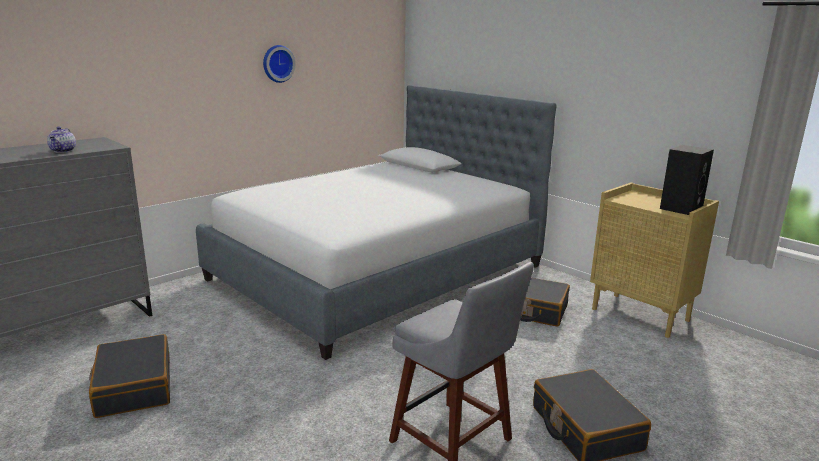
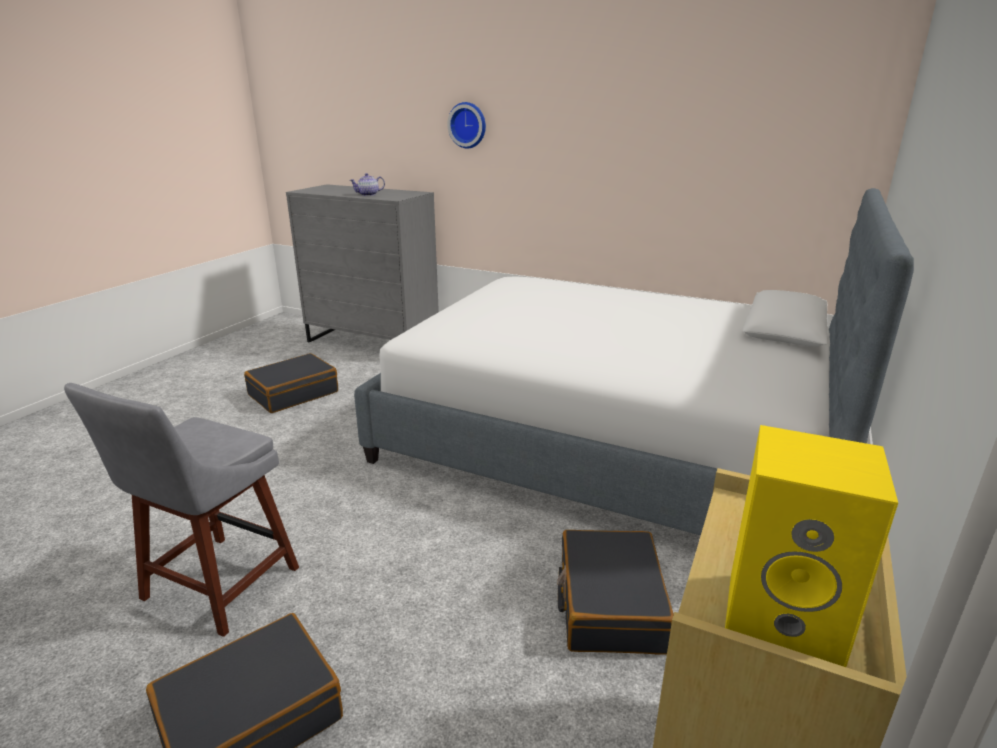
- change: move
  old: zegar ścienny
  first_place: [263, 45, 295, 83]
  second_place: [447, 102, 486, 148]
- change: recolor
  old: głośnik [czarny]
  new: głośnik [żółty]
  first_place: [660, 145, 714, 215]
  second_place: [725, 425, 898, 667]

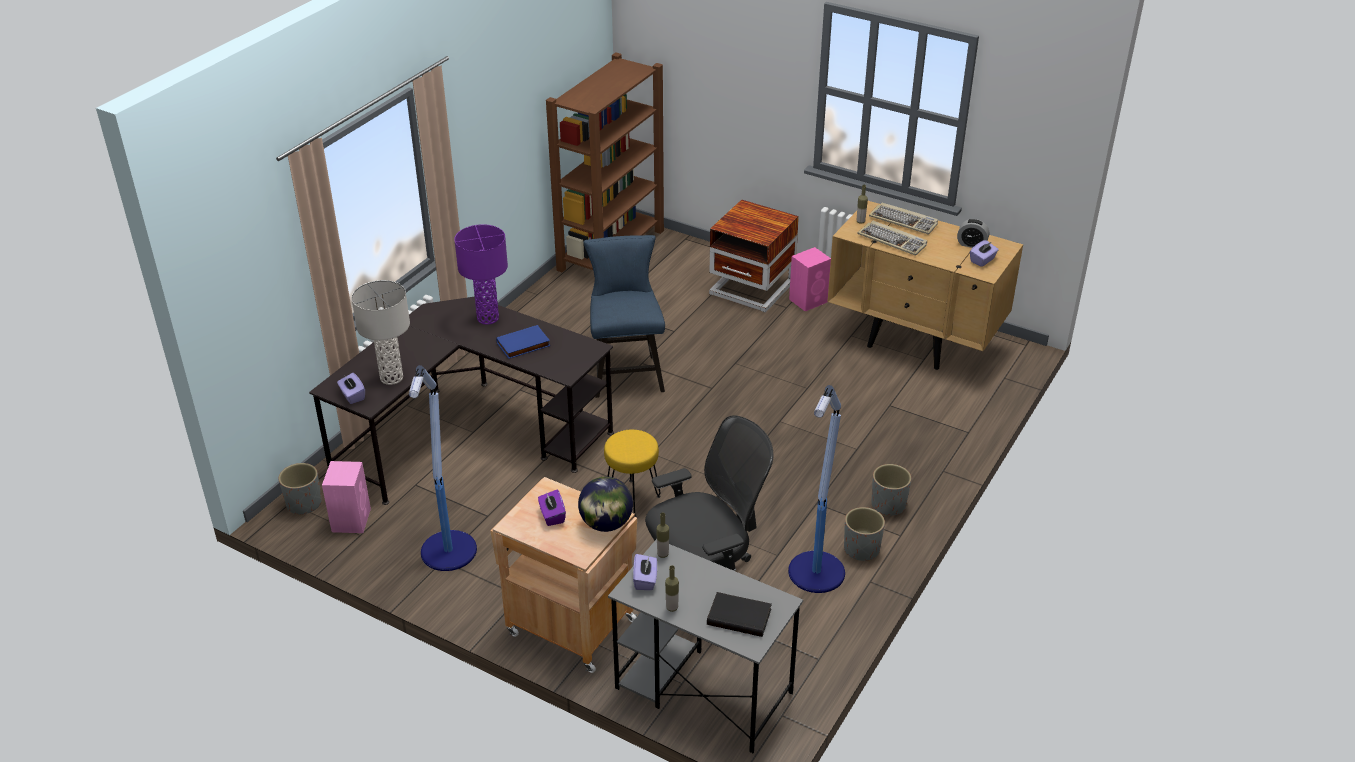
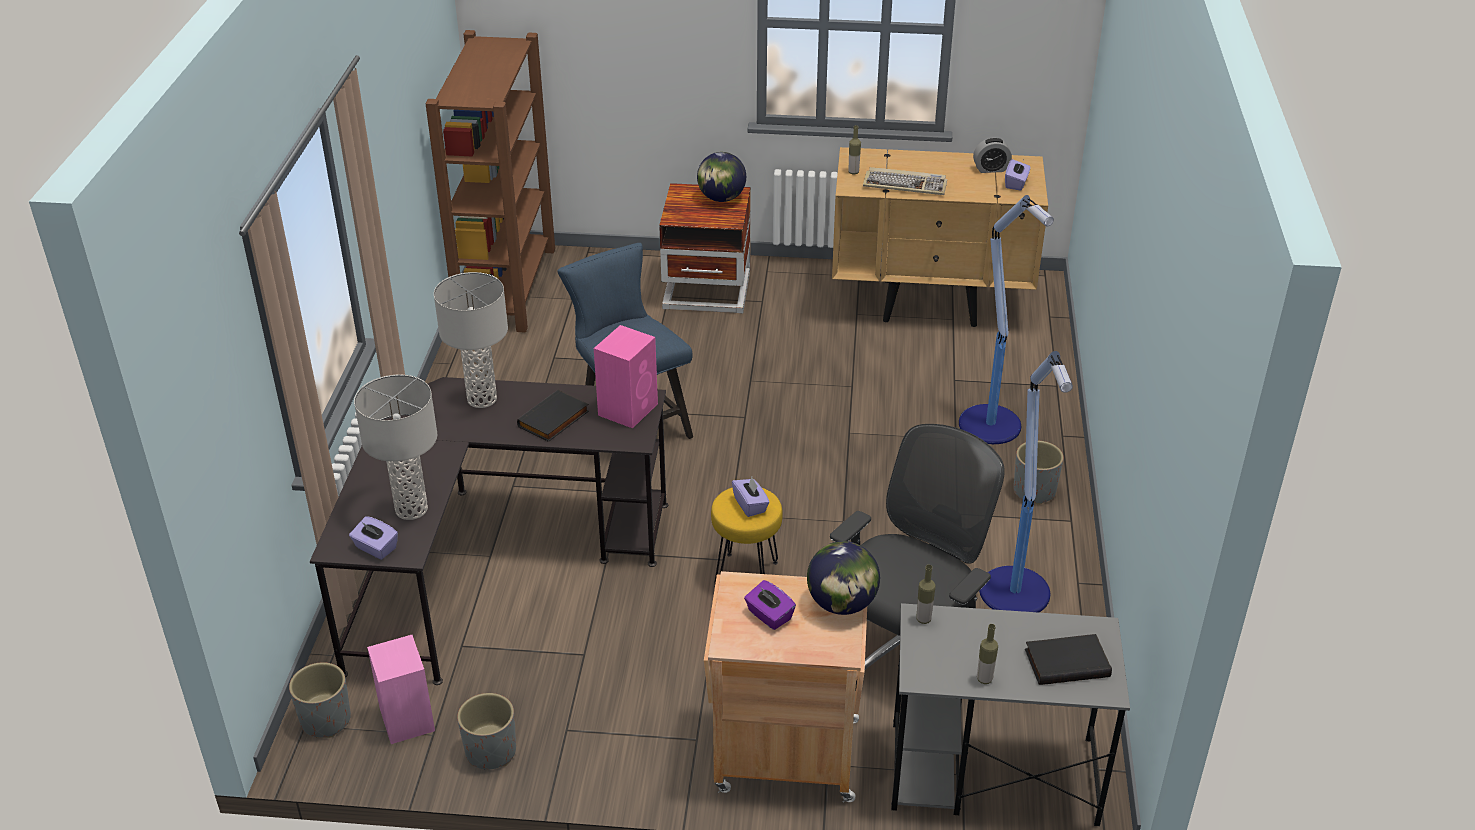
- change: recolor
  old: lampa stołowa [fioletowy]
  new: lampa stołowa [biały]
  first_place: [454, 224, 508, 324]
  second_place: [434, 272, 508, 408]
- change: move
  old: donica [szary]
  first_place: [844, 507, 885, 562]
  second_place: [457, 693, 516, 770]
- change: recolor
  old: książka [niebieski]
  new: książka [czarny]
  first_place: [496, 325, 550, 359]
  second_place: [517, 389, 589, 442]
- change: move
  old: głośnik [różowy]
  first_place: [789, 247, 831, 312]
  second_place: [594, 325, 658, 429]
- change: insert
  new: globus
  second_place: [697, 152, 746, 202]
- change: move
  old: pudełko chusteczek [fioletowy]
  first_place: [633, 554, 657, 590]
  second_place: [732, 477, 770, 517]
- change: move
  old: lampa stojąca
  first_place: [409, 365, 477, 571]
  second_place: [959, 195, 1054, 444]
- change: delete
  old: klawiatura
  first_place: [869, 203, 938, 235]

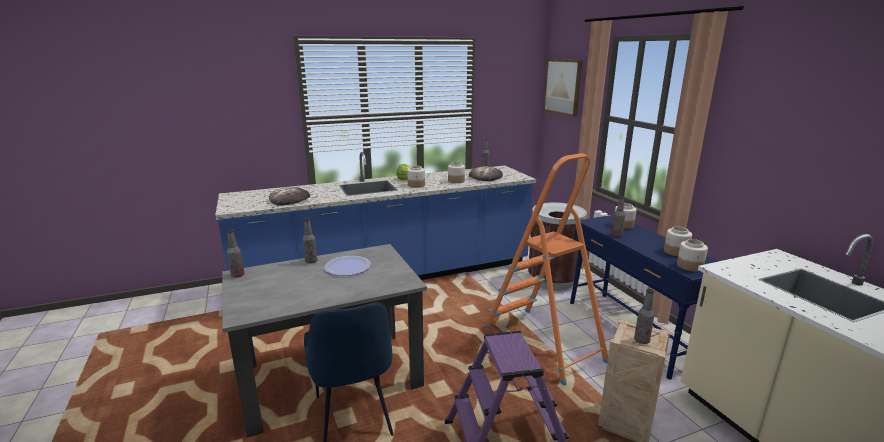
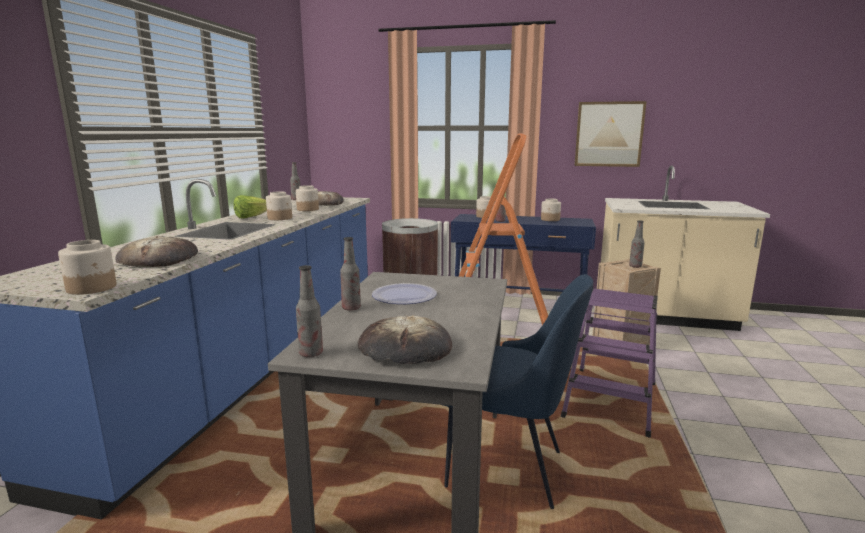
- change: move
  old: słoik
  first_place: [677, 239, 708, 272]
  second_place: [58, 240, 117, 295]
- change: insert
  new: chleb
  second_place: [358, 315, 452, 364]
- change: move
  old: obraz
  first_place: [544, 59, 583, 117]
  second_place: [574, 101, 647, 167]

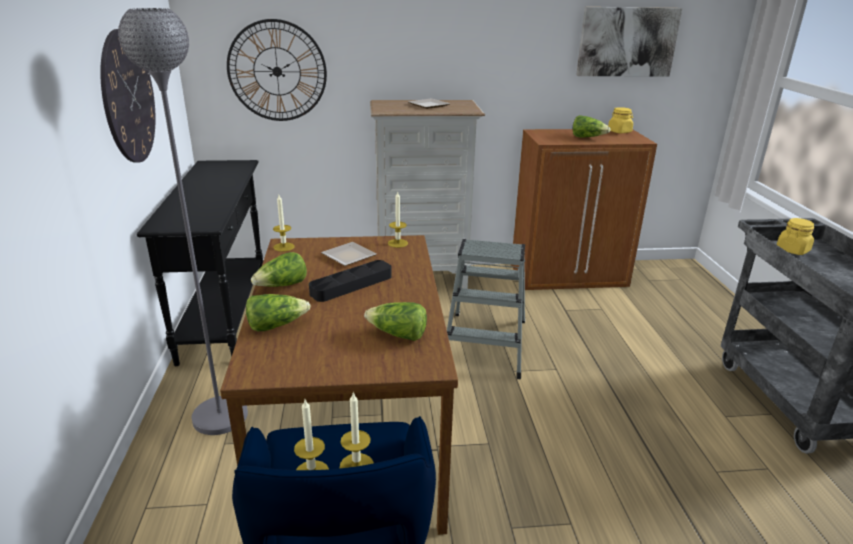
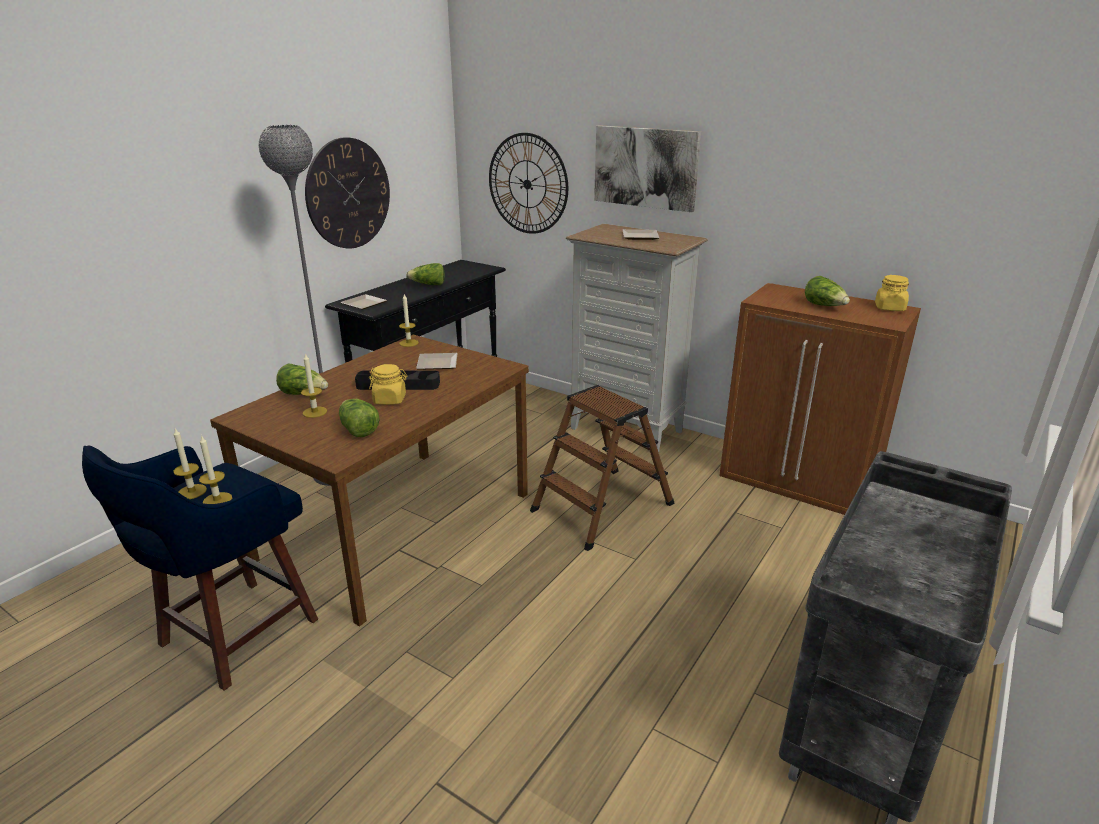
- change: move
  old: świeca
  first_place: [388, 192, 408, 248]
  second_place: [301, 353, 327, 418]
- change: insert
  new: talerz
  second_place: [340, 294, 387, 309]
- change: move
  old: słoik [żółty]
  first_place: [776, 218, 814, 255]
  second_place: [369, 364, 408, 405]
- change: move
  old: sałata
  first_place: [251, 252, 307, 287]
  second_place: [406, 263, 445, 285]
- change: recolor
  old: drabinka [szary]
  new: drabinka [brązowy]
  first_place: [447, 239, 525, 379]
  second_place: [530, 385, 674, 551]
- change: move
  old: obraz
  first_place: [576, 7, 682, 76]
  second_place: [594, 125, 701, 212]

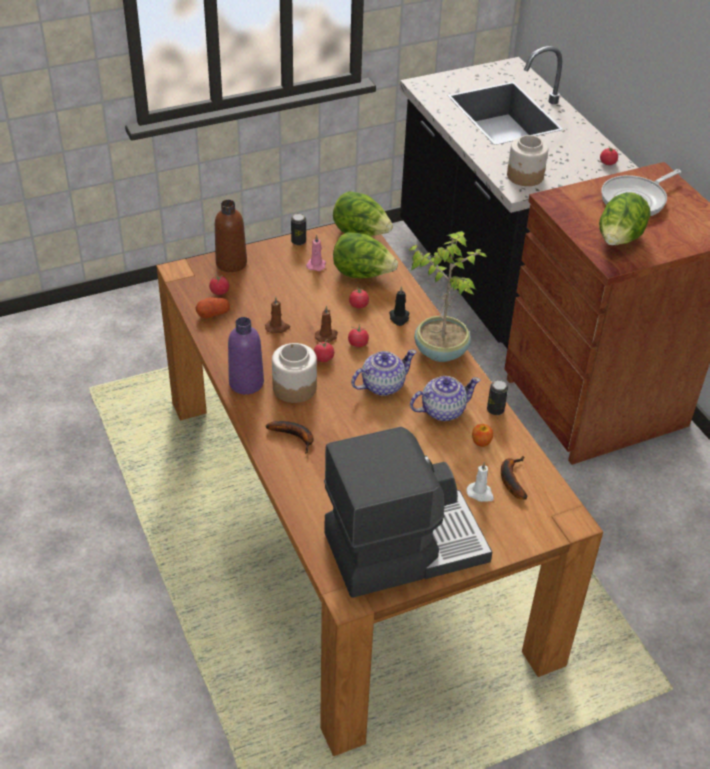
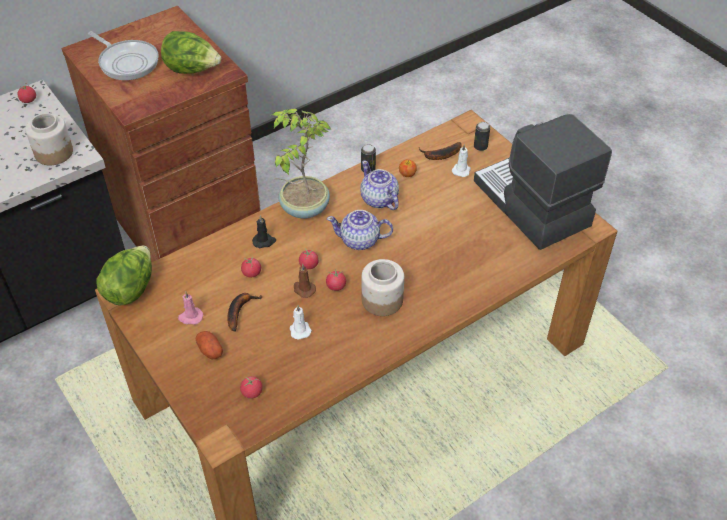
- change: move
  old: ziemniak
  first_place: [196, 297, 230, 319]
  second_place: [196, 331, 223, 360]
- change: move
  old: banan
  first_place: [265, 421, 314, 454]
  second_place: [227, 293, 262, 332]
- change: recolor
  old: świeca [brązowy]
  new: świeca [biały]
  first_place: [265, 297, 290, 333]
  second_place: [290, 305, 312, 340]
- change: rotate
  old: imbryk
  first_place: [351, 349, 416, 396]
  second_place: [327, 210, 393, 250]
  degrees: -45
- change: move
  old: puszka
  first_place: [291, 214, 306, 245]
  second_place: [474, 122, 490, 151]
- change: delete
  old: butelka [brązowy]
  first_place: [215, 200, 247, 272]
- change: delete
  old: butelka [fioletowy]
  first_place: [228, 317, 264, 394]
- change: delete
  old: sałata
  first_place: [333, 232, 398, 278]

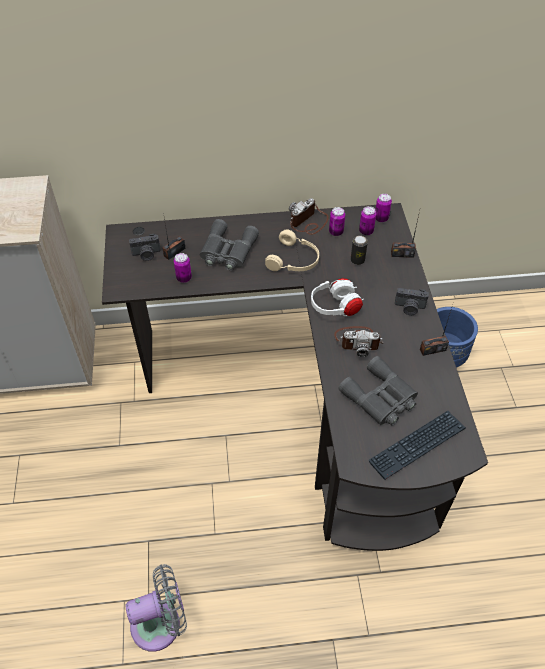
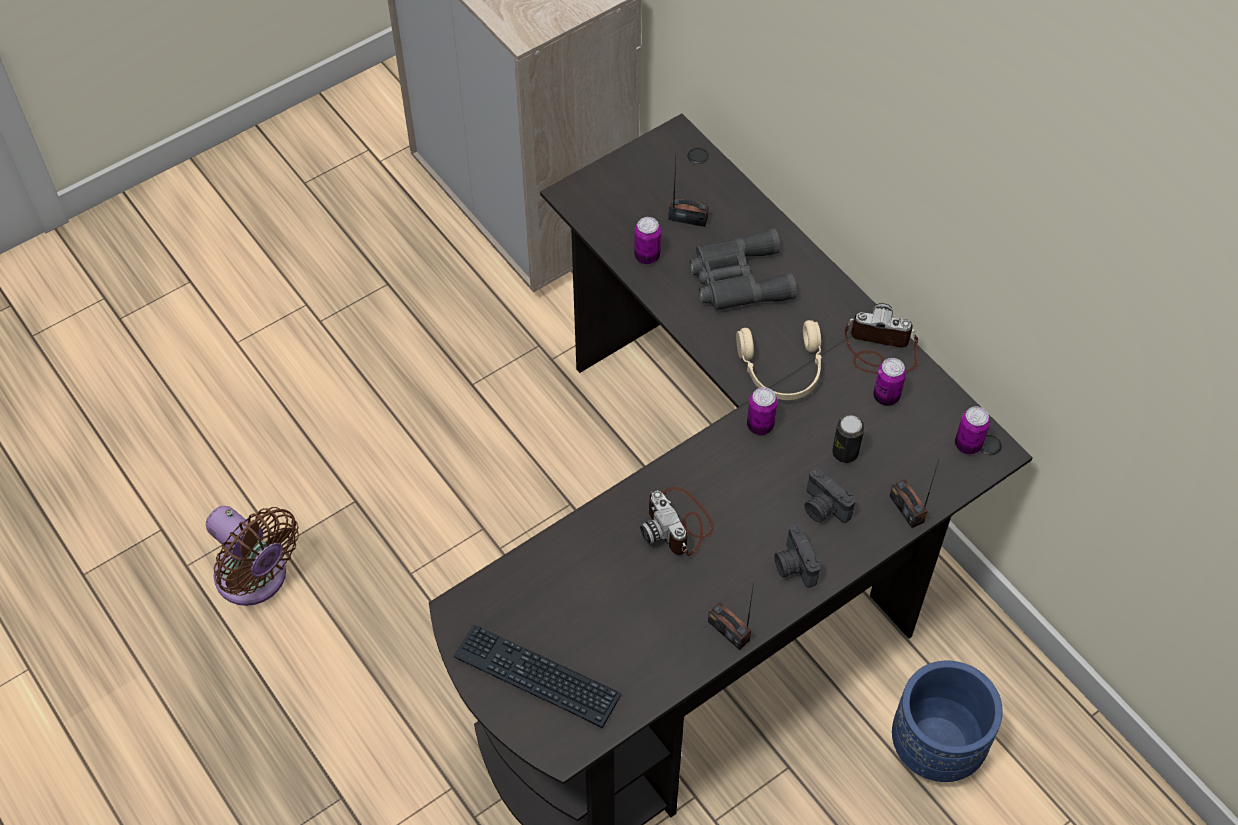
- change: recolor
  old: wentylator [szary]
  new: wentylator [brązowy]
  first_place: [125, 564, 187, 652]
  second_place: [206, 506, 299, 606]
- change: move
  old: puszka
  first_place: [359, 206, 376, 235]
  second_place: [747, 387, 778, 435]
- change: move
  old: aparat fotograficzny
  first_place: [129, 234, 161, 261]
  second_place: [804, 468, 855, 523]
- change: delete
  old: słuchawki [biały]
  first_place: [311, 278, 364, 316]
- change: delete
  old: lornetka [szary]
  first_place: [338, 356, 418, 425]

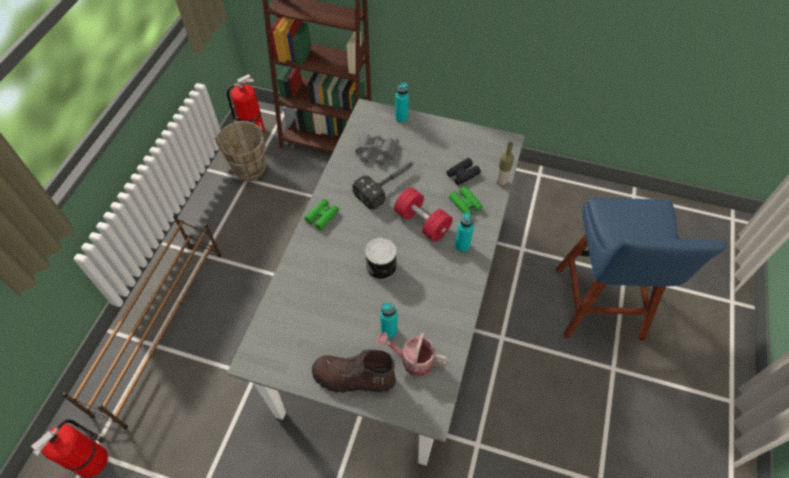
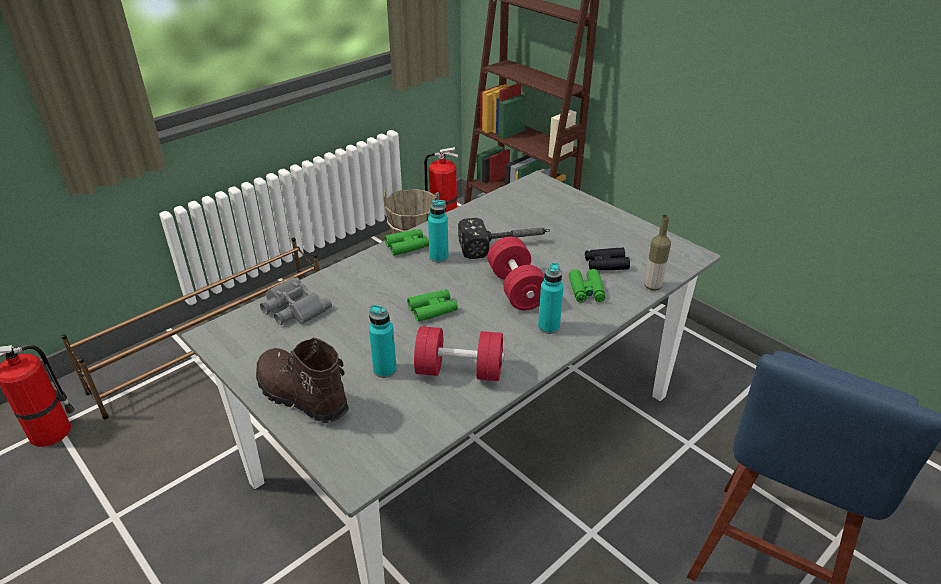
- change: move
  old: lornetka [szary]
  first_place: [355, 132, 399, 166]
  second_place: [260, 277, 332, 325]
- change: replace
  old: puszka
  new: lornetka [zielony]
  first_place: [365, 237, 397, 280]
  second_place: [407, 289, 458, 322]
- change: insert
  new: hantel [czerwony]
  second_place: [414, 326, 505, 381]
- change: move
  old: butelka [turkusowy]
  first_place: [395, 83, 409, 123]
  second_place: [428, 200, 449, 263]
- change: delete
  old: konewka
  first_place: [377, 332, 449, 376]

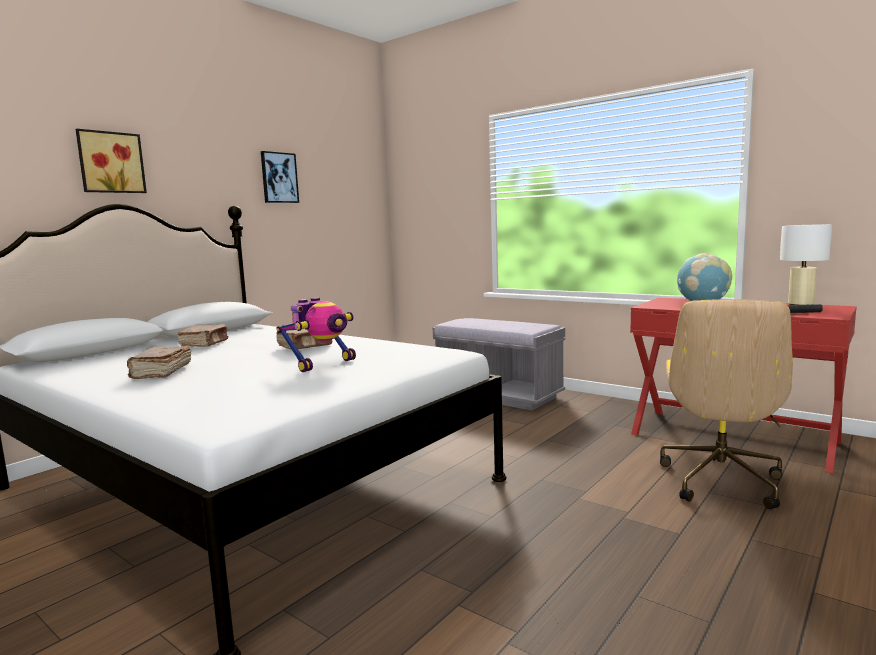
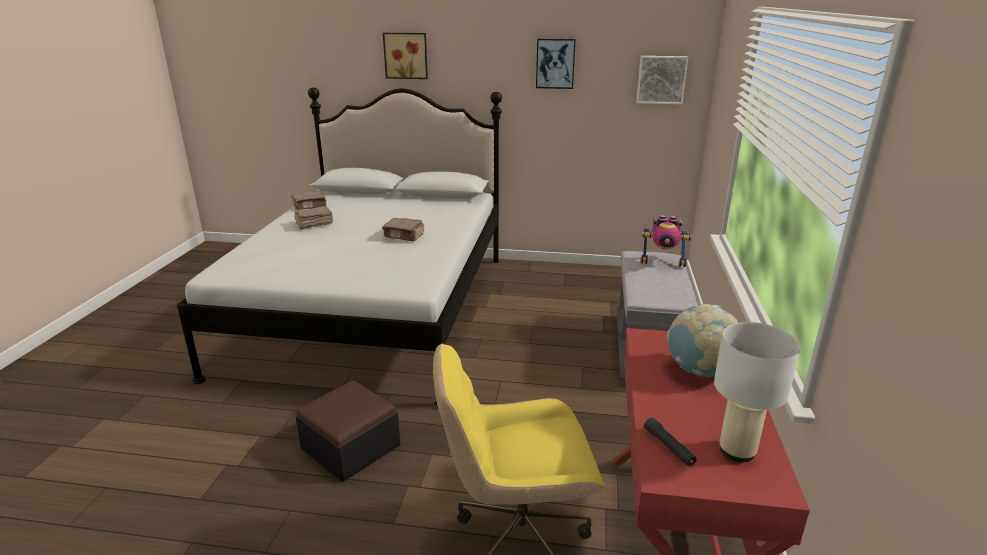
- change: move
  old: książka [brązowy]
  first_place: [177, 324, 228, 347]
  second_place: [291, 190, 326, 210]
- change: insert
  new: pufa
  second_place: [296, 380, 400, 482]
- change: insert
  new: obraz
  second_place: [636, 56, 688, 104]
- change: move
  old: robot zabawkowy
  first_place: [277, 297, 356, 372]
  second_place: [640, 215, 692, 267]

